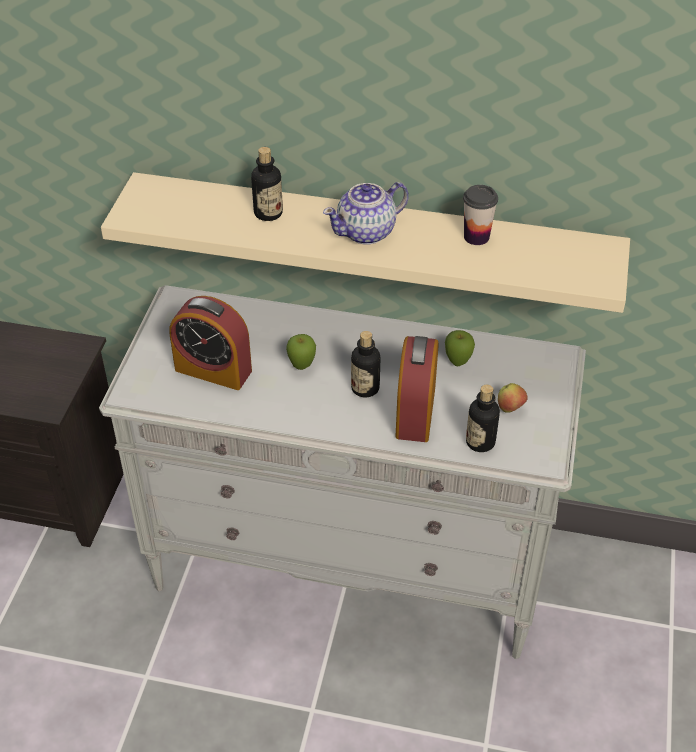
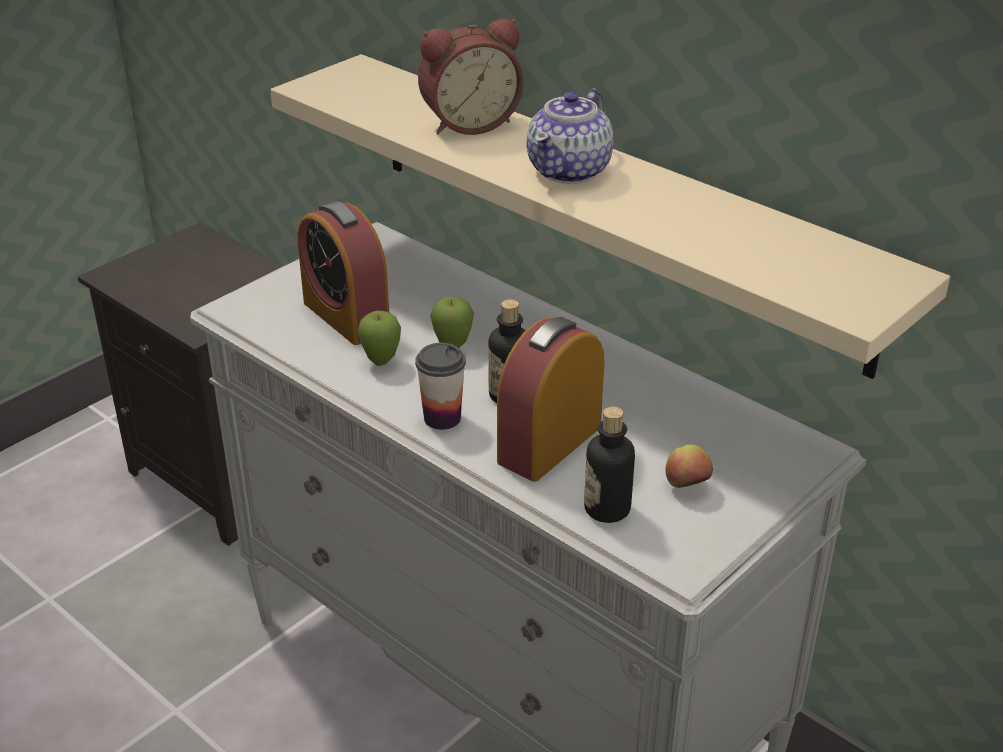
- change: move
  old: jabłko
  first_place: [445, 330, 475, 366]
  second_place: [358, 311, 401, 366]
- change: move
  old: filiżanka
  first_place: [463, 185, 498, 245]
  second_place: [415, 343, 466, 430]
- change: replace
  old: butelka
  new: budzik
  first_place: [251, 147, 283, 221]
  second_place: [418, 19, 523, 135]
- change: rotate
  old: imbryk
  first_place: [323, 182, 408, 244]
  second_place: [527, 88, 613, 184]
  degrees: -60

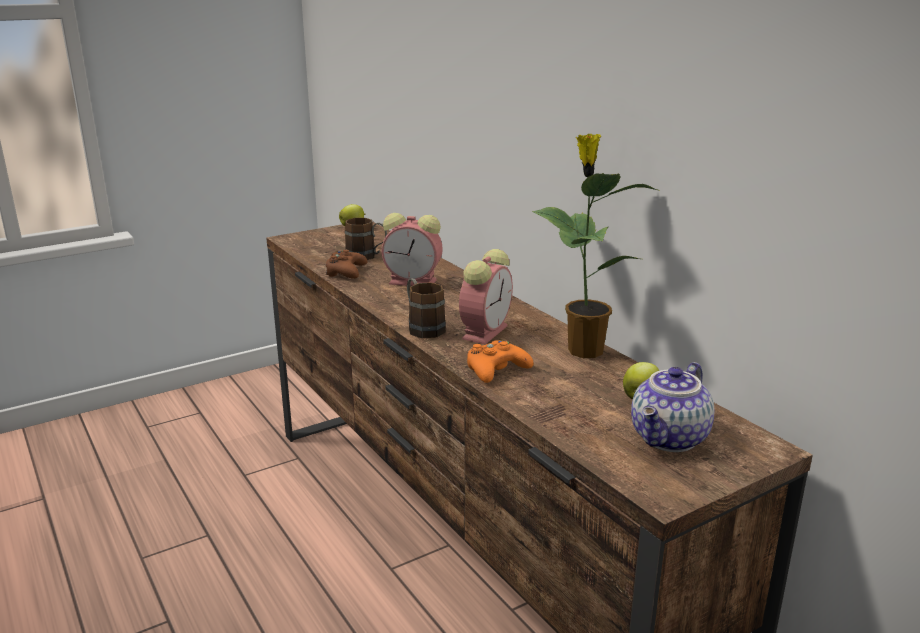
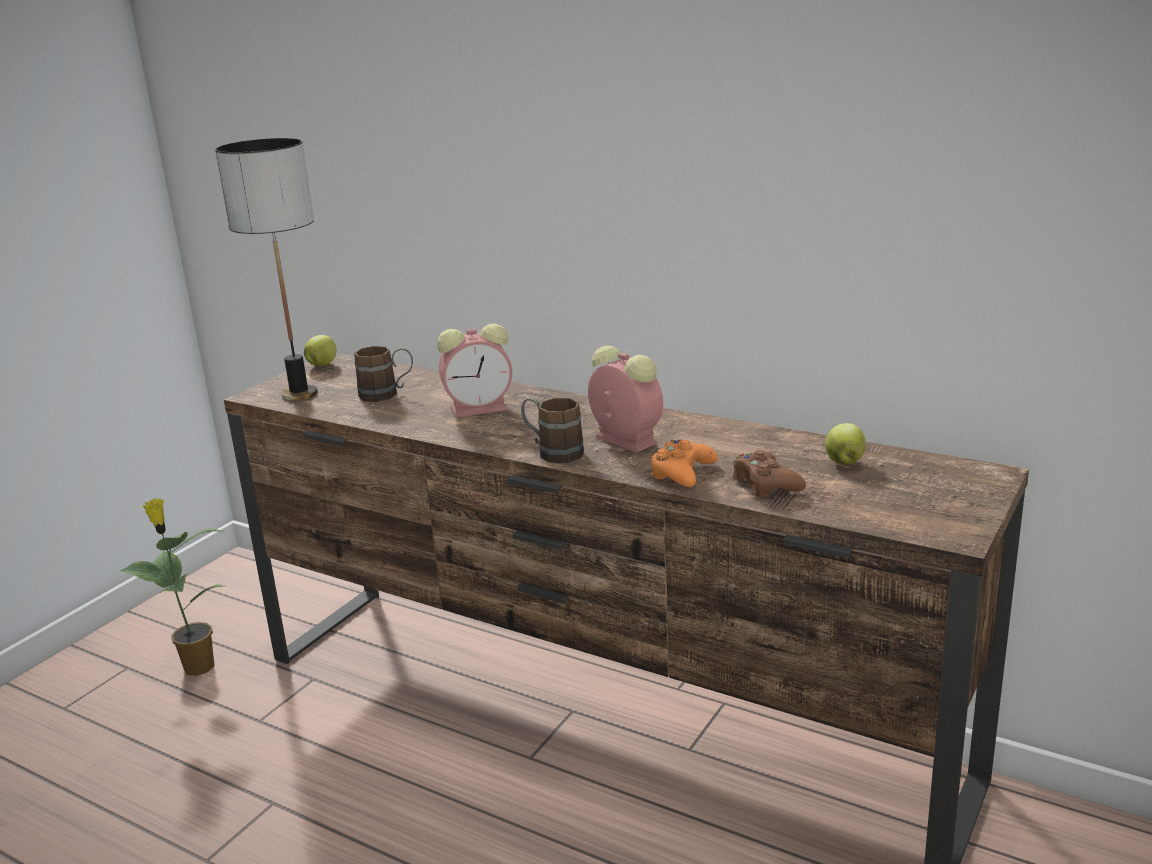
- change: move
  old: roślina doniczkowa
  first_place: [532, 133, 657, 358]
  second_place: [120, 498, 223, 676]
- change: insert
  new: lampa stołowa
  second_place: [215, 138, 318, 400]
- change: rotate
  old: budzik
  first_place: [459, 249, 513, 344]
  second_place: [588, 345, 663, 453]
  degrees: -45
- change: move
  old: pad do gier [brązowy]
  first_place: [325, 250, 367, 279]
  second_place: [732, 450, 806, 497]
- change: delete
  old: imbryk
  first_place: [631, 362, 715, 452]

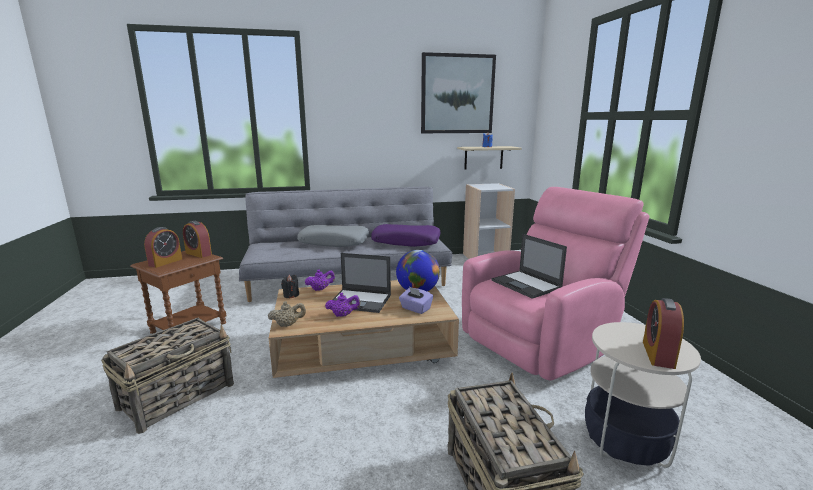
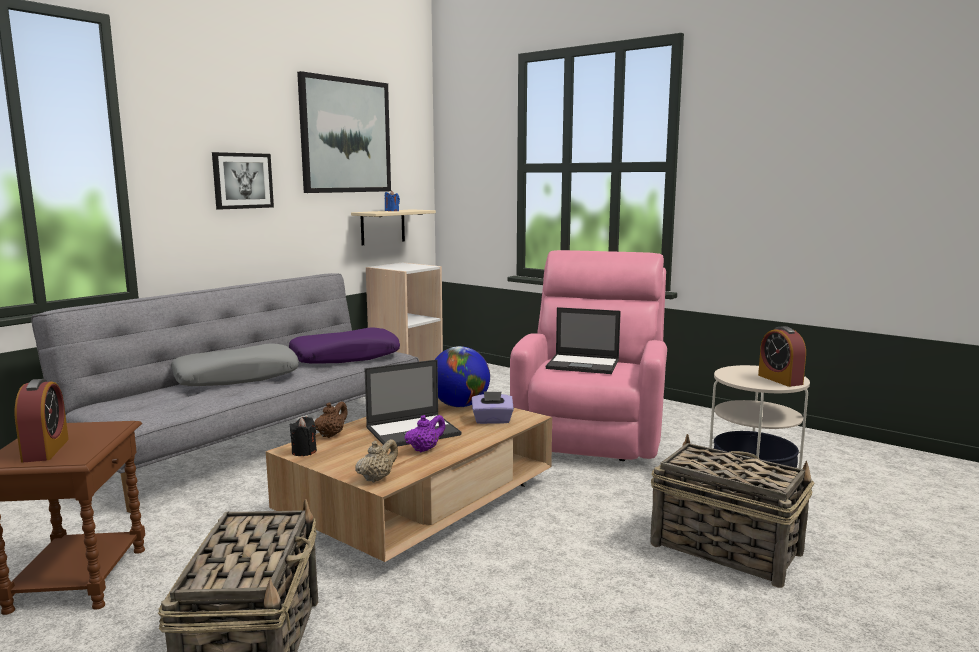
- change: insert
  new: obraz
  second_place: [212, 152, 274, 210]
- change: recolor
  old: imbryk [fioletowy]
  new: imbryk [brązowy]
  first_place: [305, 269, 335, 291]
  second_place: [314, 401, 348, 438]
- change: delete
  old: budzik
  first_place: [183, 221, 212, 258]

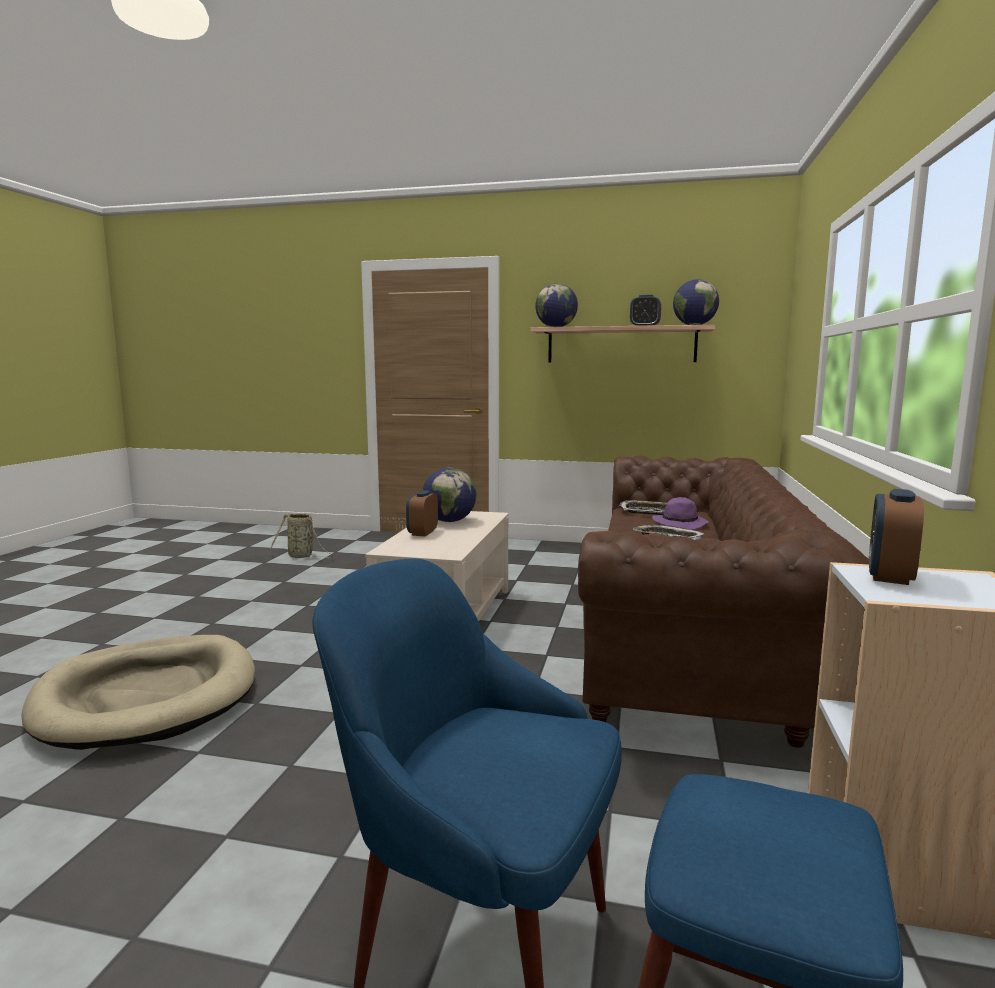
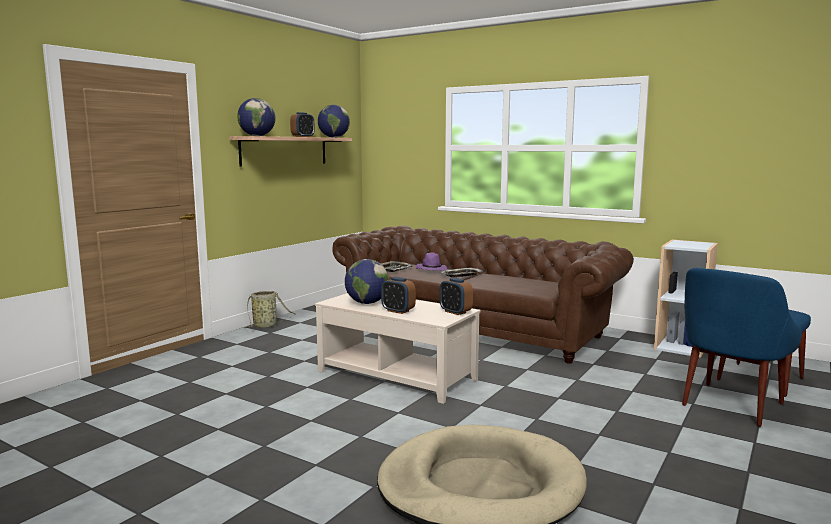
- change: move
  old: koszyk
  first_place: [270, 513, 333, 558]
  second_place: [242, 291, 296, 328]
- change: move
  old: budzik
  first_place: [869, 489, 924, 585]
  second_place: [440, 278, 473, 315]

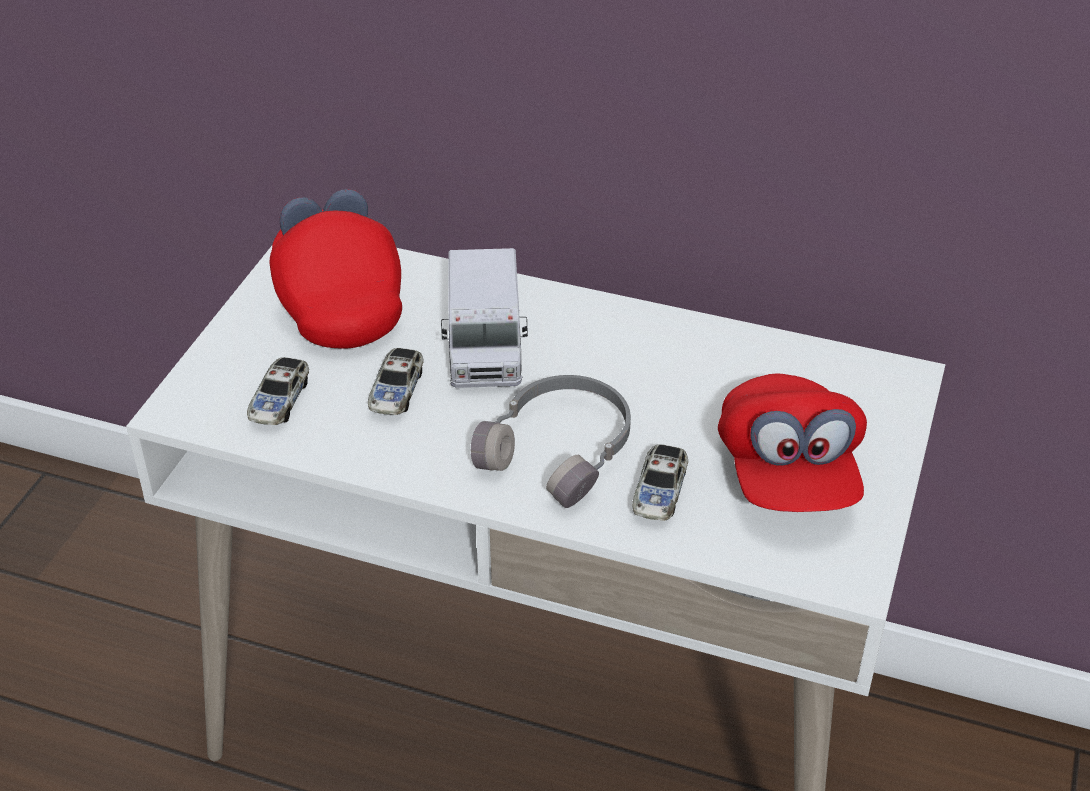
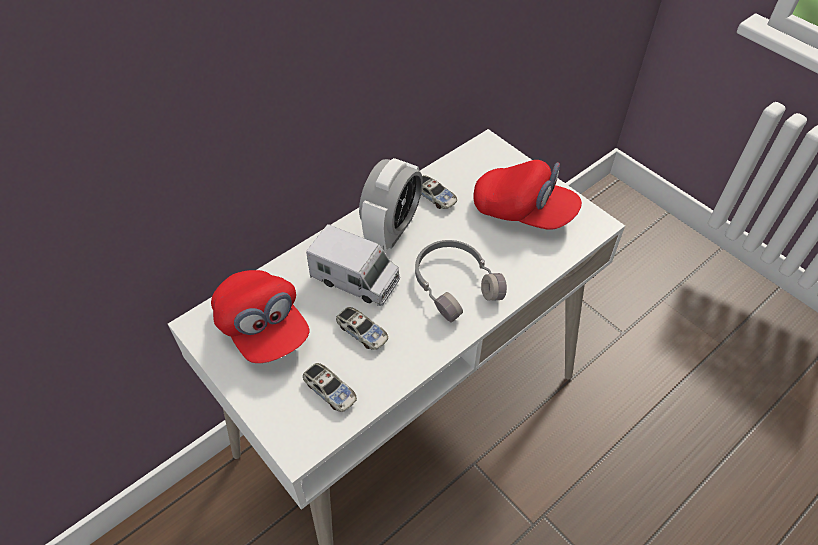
- change: rotate
  old: czapka z daszkiem [czerwony]
  first_place: [269, 189, 402, 349]
  second_place: [211, 270, 309, 363]
  degrees: -135
- change: insert
  new: budzik
  second_place: [359, 158, 423, 250]
- change: move
  old: samochodzik
  first_place: [632, 444, 688, 521]
  second_place: [421, 175, 457, 209]

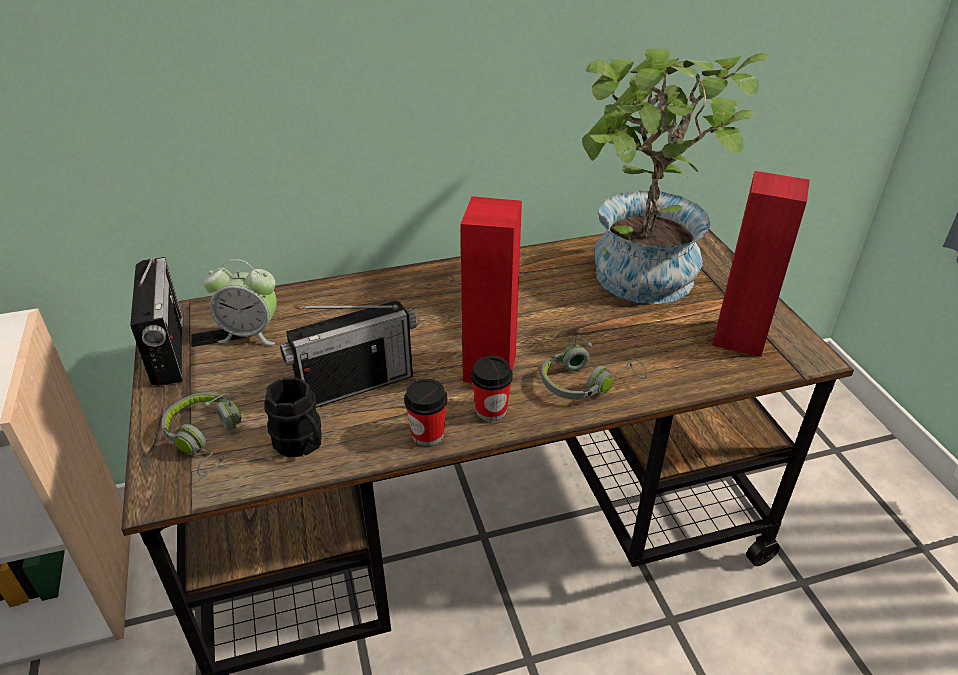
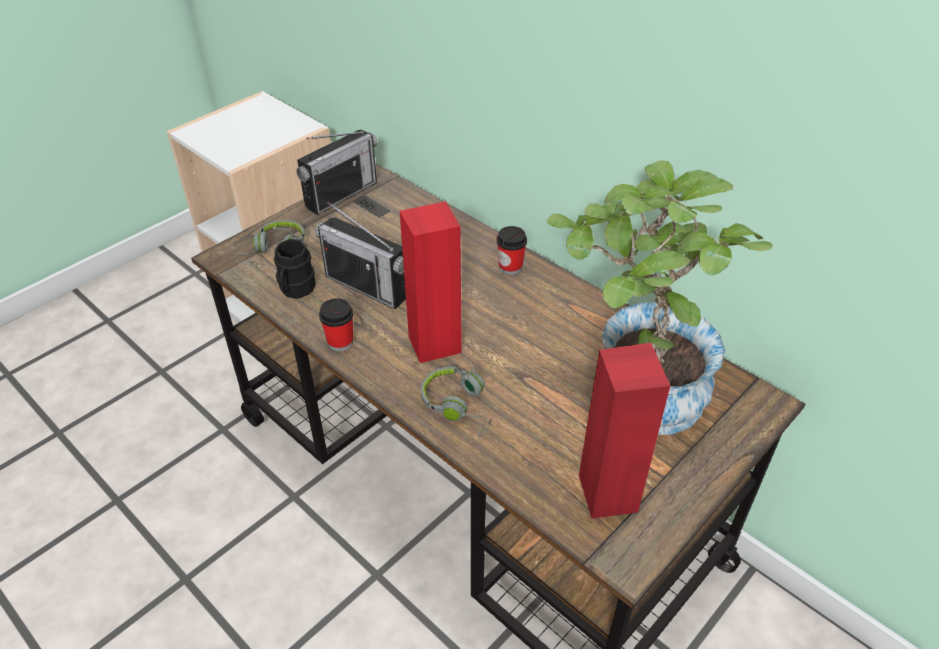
- change: move
  old: filiżanka
  first_place: [471, 356, 513, 422]
  second_place: [496, 226, 527, 275]
- change: delete
  old: budzik
  first_place: [204, 259, 277, 345]

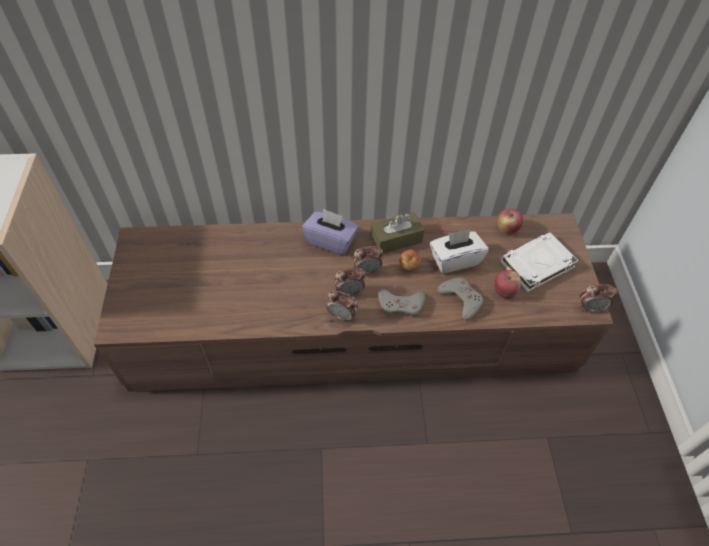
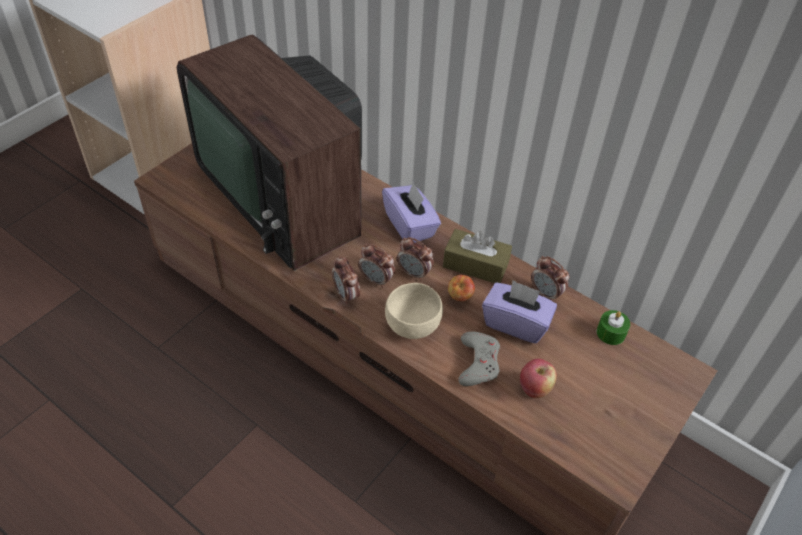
- change: insert
  new: telewizor
  second_place: [177, 34, 362, 271]
- change: replace
  old: pad do gier [szary]
  new: miska [beżowy]
  first_place: [378, 289, 426, 318]
  second_place: [385, 283, 443, 339]
- change: recolor
  old: pudełko chusteczek [biały]
  new: pudełko chusteczek [fioletowy]
  first_place: [430, 229, 489, 273]
  second_place: [482, 280, 557, 343]
- change: move
  old: budzik
  first_place: [580, 284, 617, 312]
  second_place: [531, 256, 569, 301]
- change: replace
  old: jabłko
  new: świeca [zielony]
  first_place: [497, 208, 523, 234]
  second_place: [597, 310, 630, 345]
- change: delete
  old: książka [biały]
  first_place: [500, 232, 578, 292]

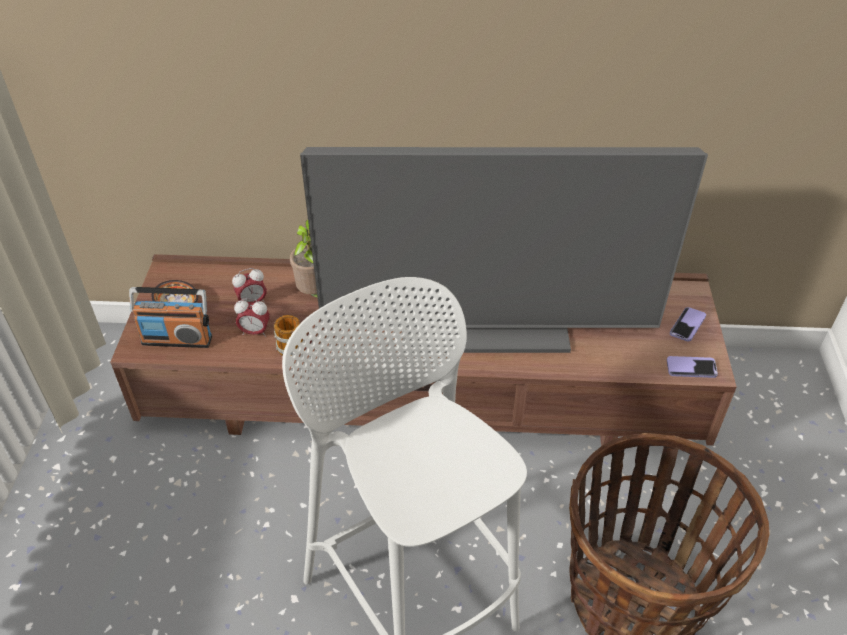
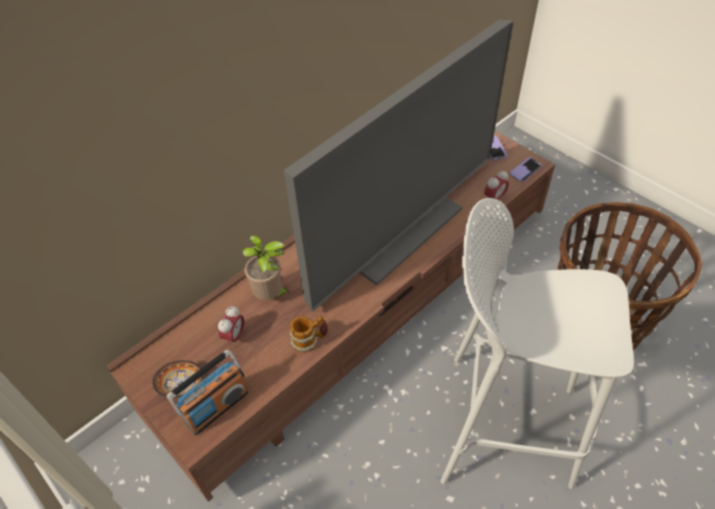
- change: move
  old: budzik
  first_place: [234, 298, 270, 337]
  second_place: [484, 170, 509, 200]

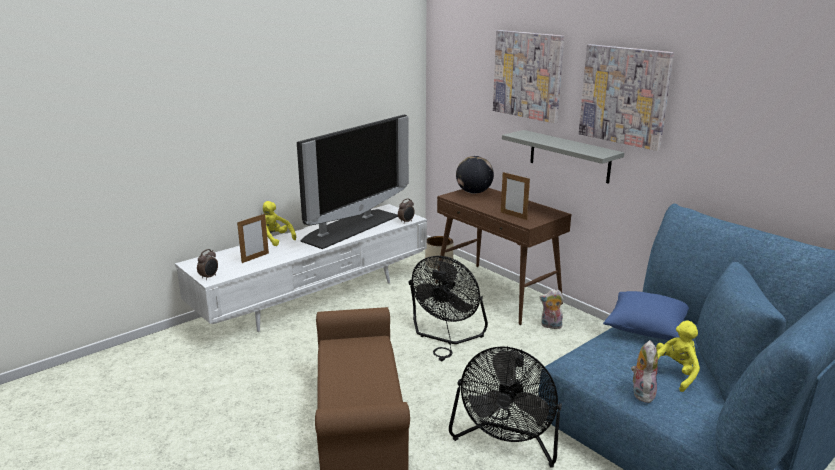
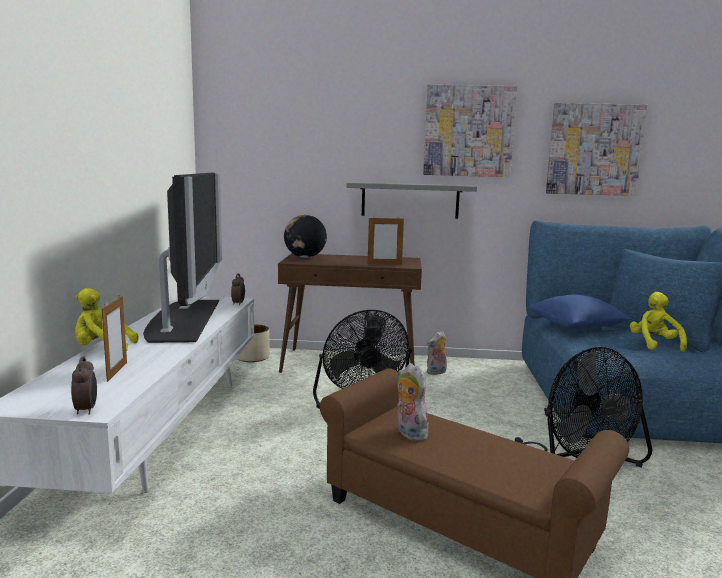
- change: move
  old: pluszak
  first_place: [631, 340, 658, 403]
  second_place: [397, 363, 428, 441]
- change: move
  old: obraz
  first_place: [493, 30, 564, 123]
  second_place: [546, 103, 647, 196]

